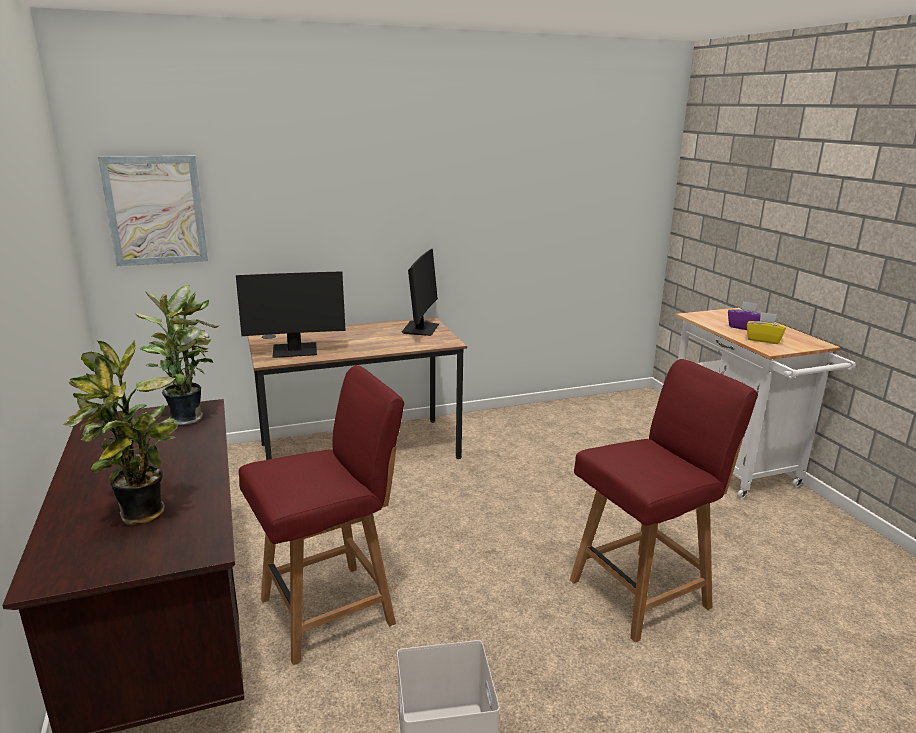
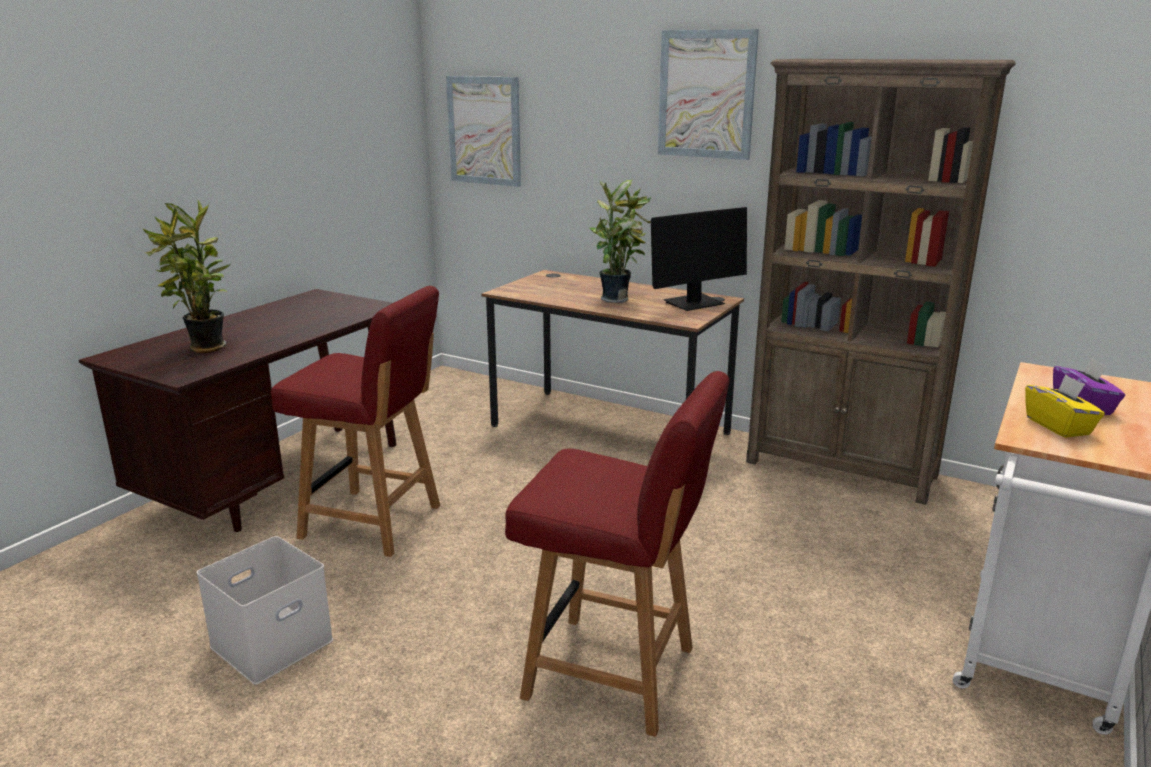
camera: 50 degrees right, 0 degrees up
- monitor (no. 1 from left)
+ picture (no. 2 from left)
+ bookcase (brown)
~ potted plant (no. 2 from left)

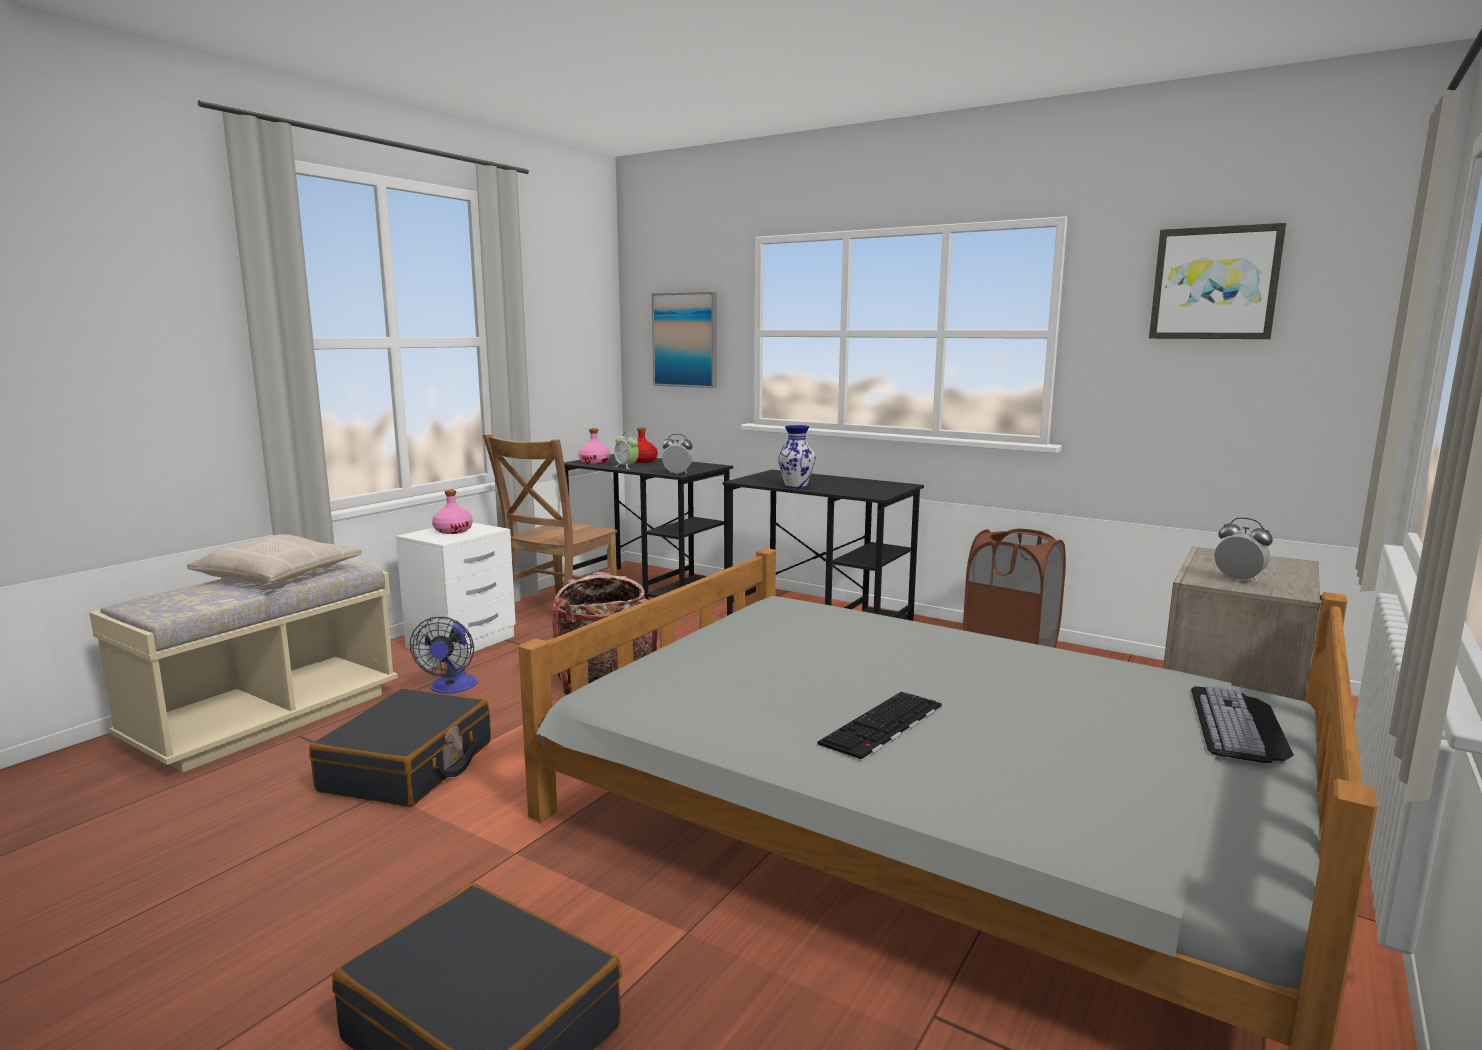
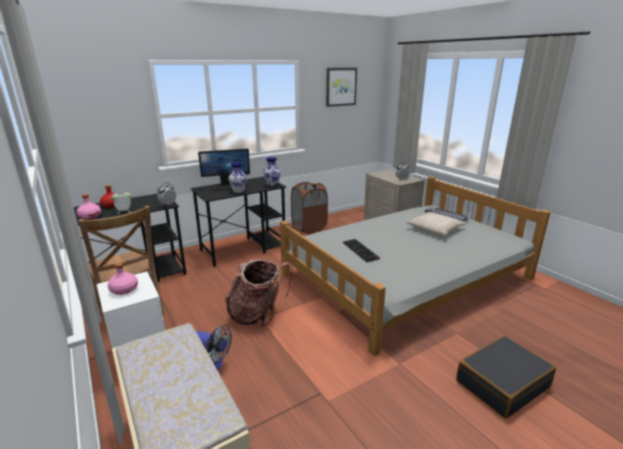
camera: 65 degrees left, 10 degrees up
- suitcase (black) (no. 1 from left)
- picture (no. 1 from left)
+ monitor
+ vase (no. 2 from left)
~ pillow (beige)
~ keyboard (no. 1 from left)

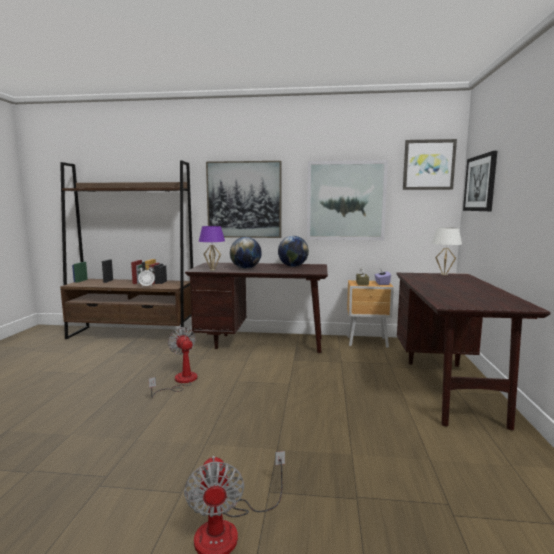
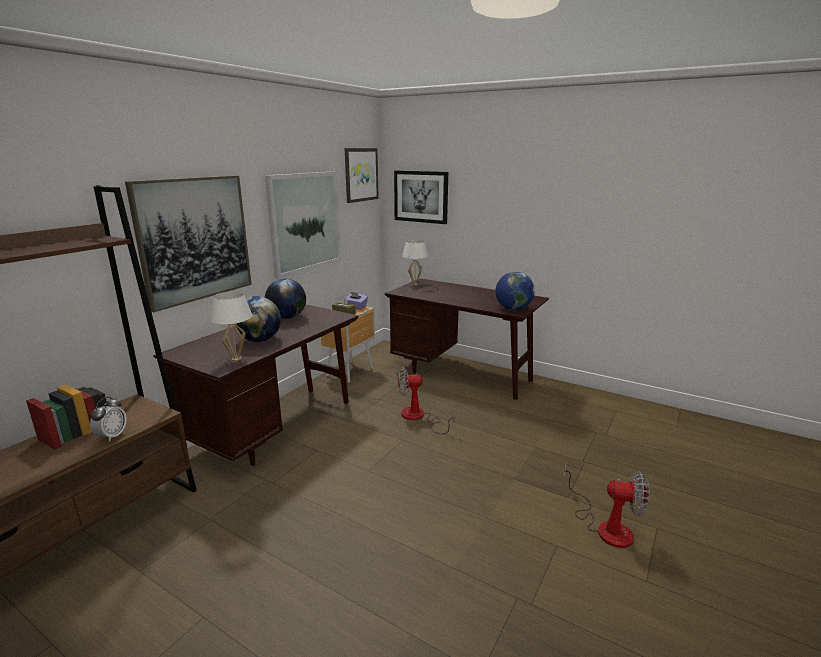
camera: 65 degrees left, 10 degrees up
+ globe (no. 3 from left)
~ fan (no. 1 from left)
~ table lamp (purple) to table lamp (white) (no. 1 from left)

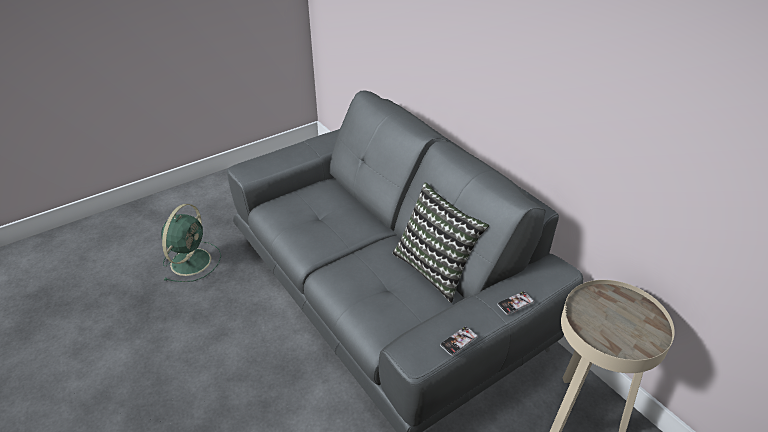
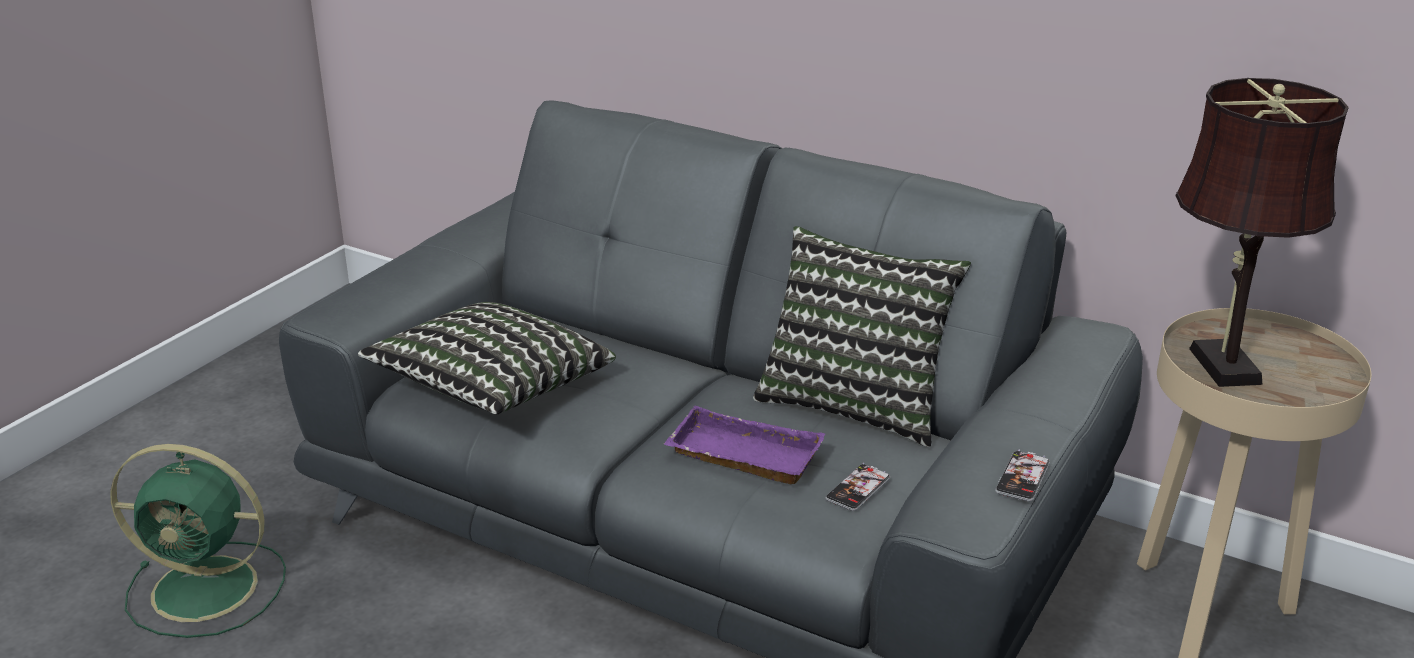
camera: 25 degrees left, 10 degrees down
+ pillow (no. 1 from left)
+ tray (purple)
+ table lamp (brown)
~ phone (no. 2 from left in the first image) to phone (no. 1 from left)
~ fan (green) 105 degrees clockwise

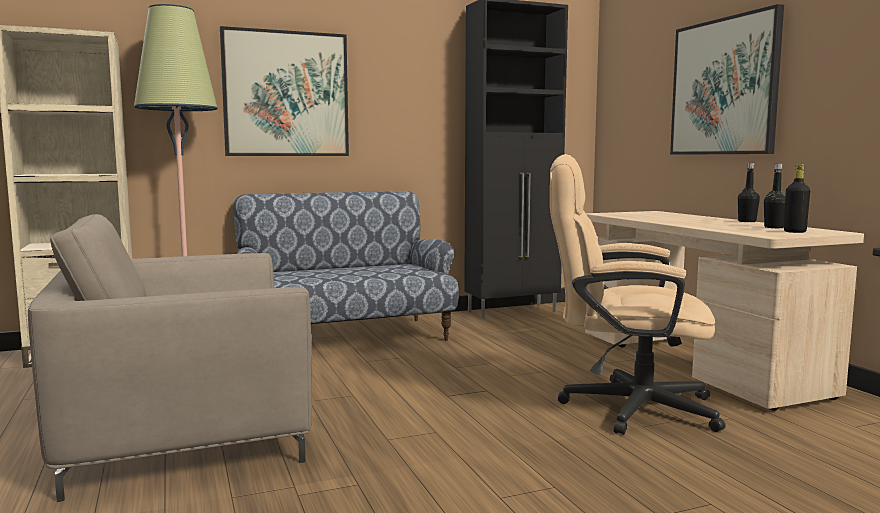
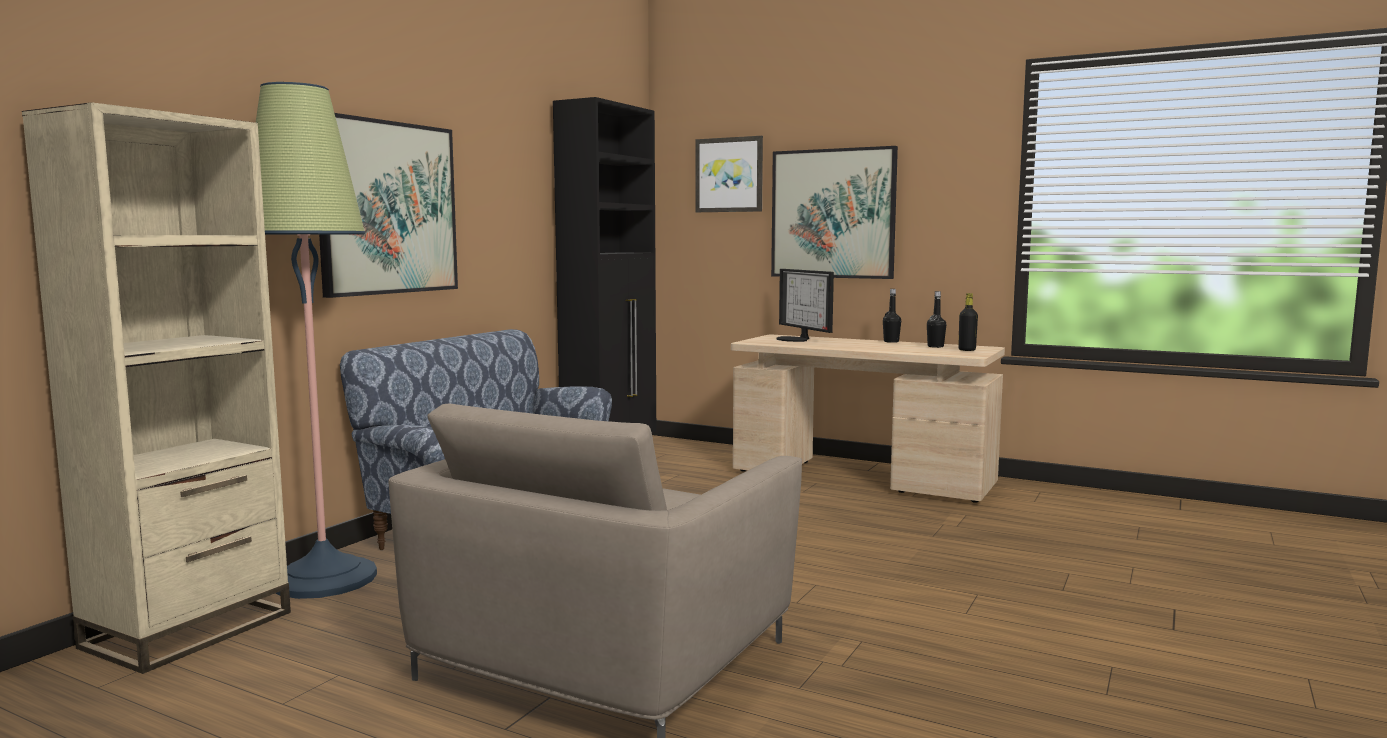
camera: 40 degrees left, 0 degrees up
- office chair (beige)
+ picture (no. 2 from left)
+ monitor

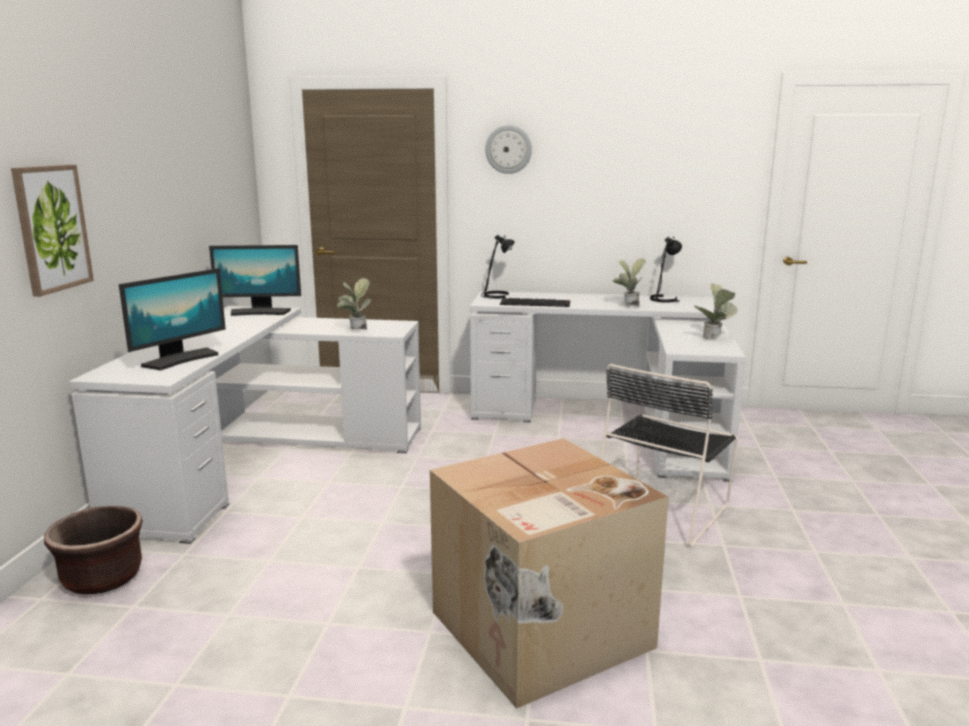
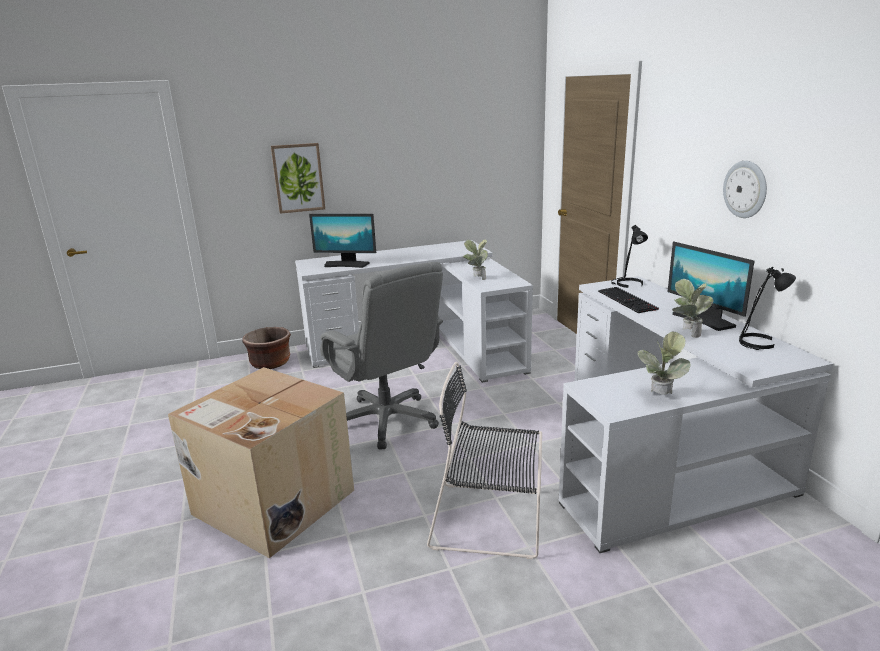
camera: 65 degrees right, 5 degrees up
+ office chair (grey)
~ monitor (no. 2 from left)
~ wall clock

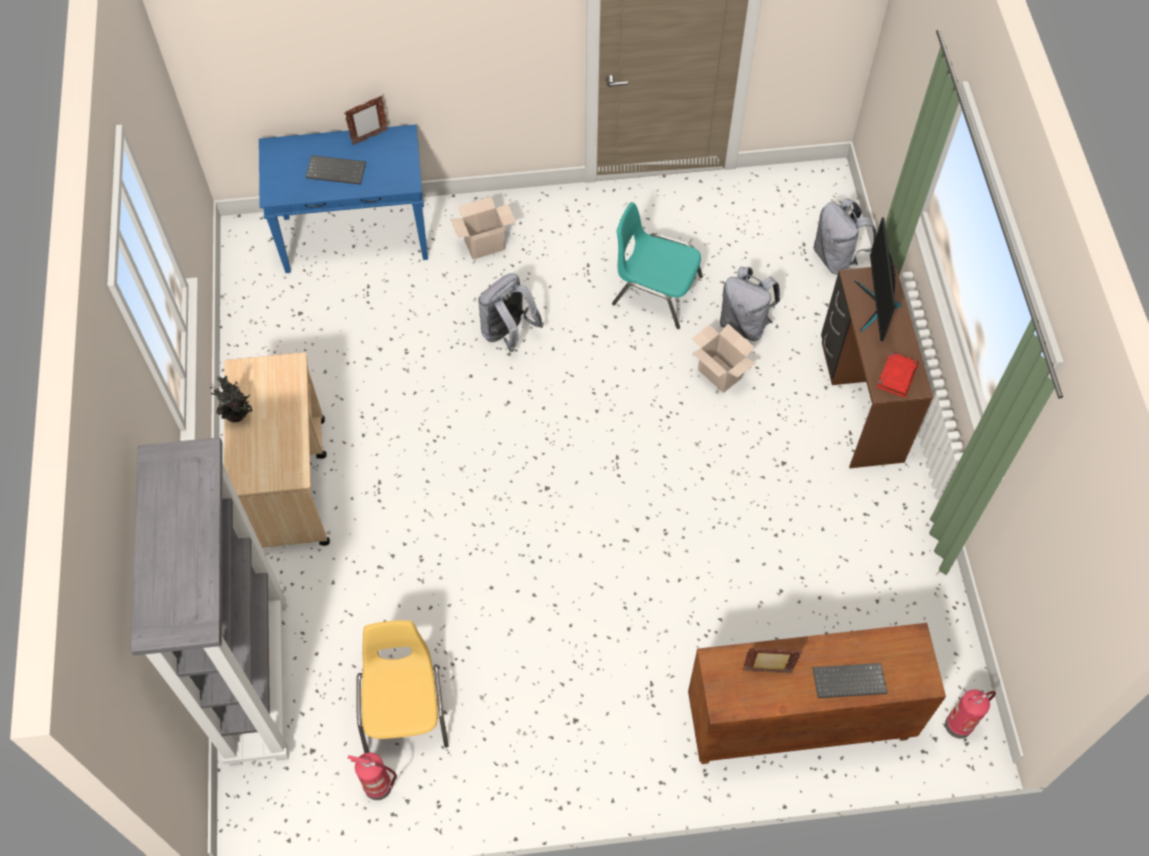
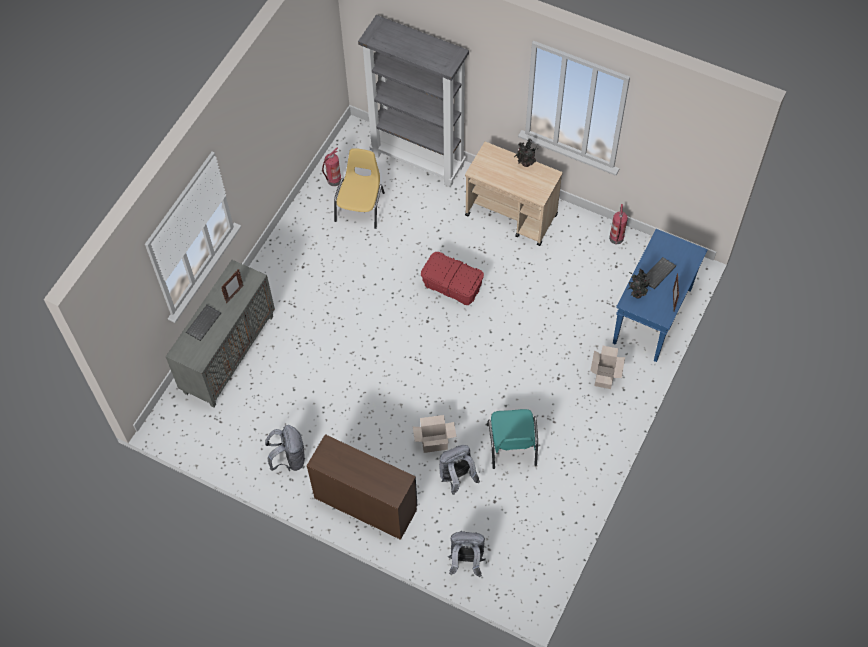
camera: 125 degrees right, 0 degrees up
- monitor
- book (red)
+ storage box (red)
+ potted plant (no. 2 from left)
~ backpack (grey) (no. 1 from left)
~ fire extinguisher (no. 2 from left)
~ cabinet (brown) to cabinet (grey)
~ chair (yellow) 105 degrees counterclockwise
~ chair (turquoise) 120 degrees clockwise

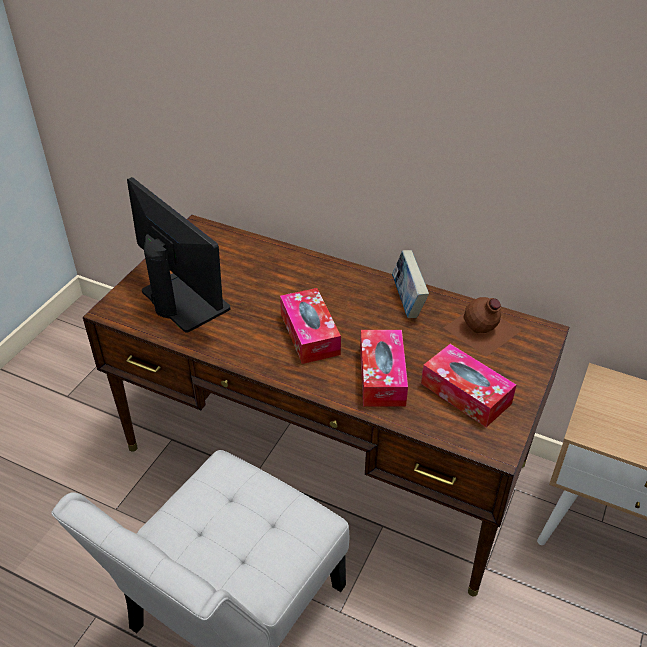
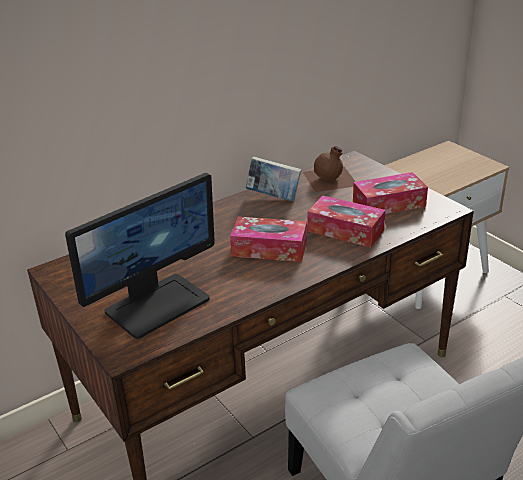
camera: 60 degrees left, 10 degrees down
~ monitor 150 degrees clockwise

